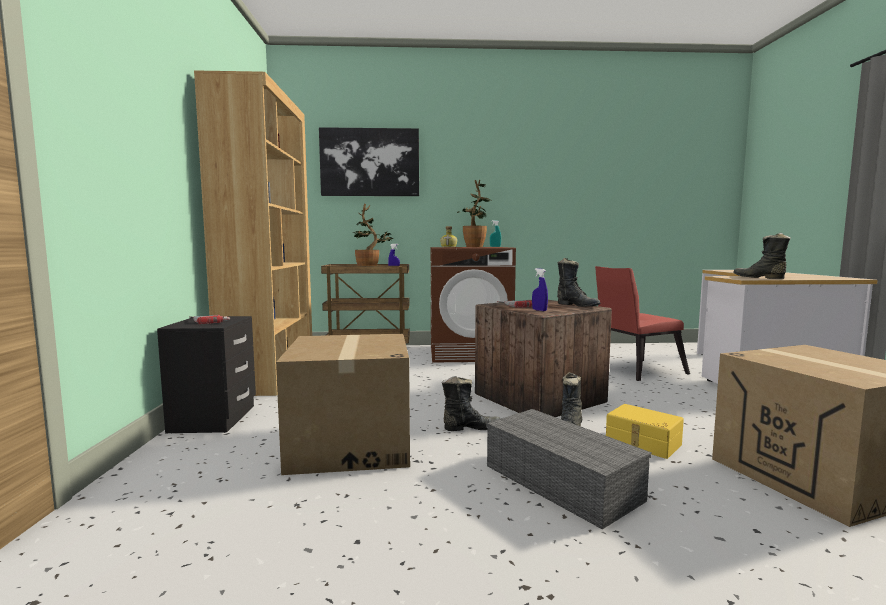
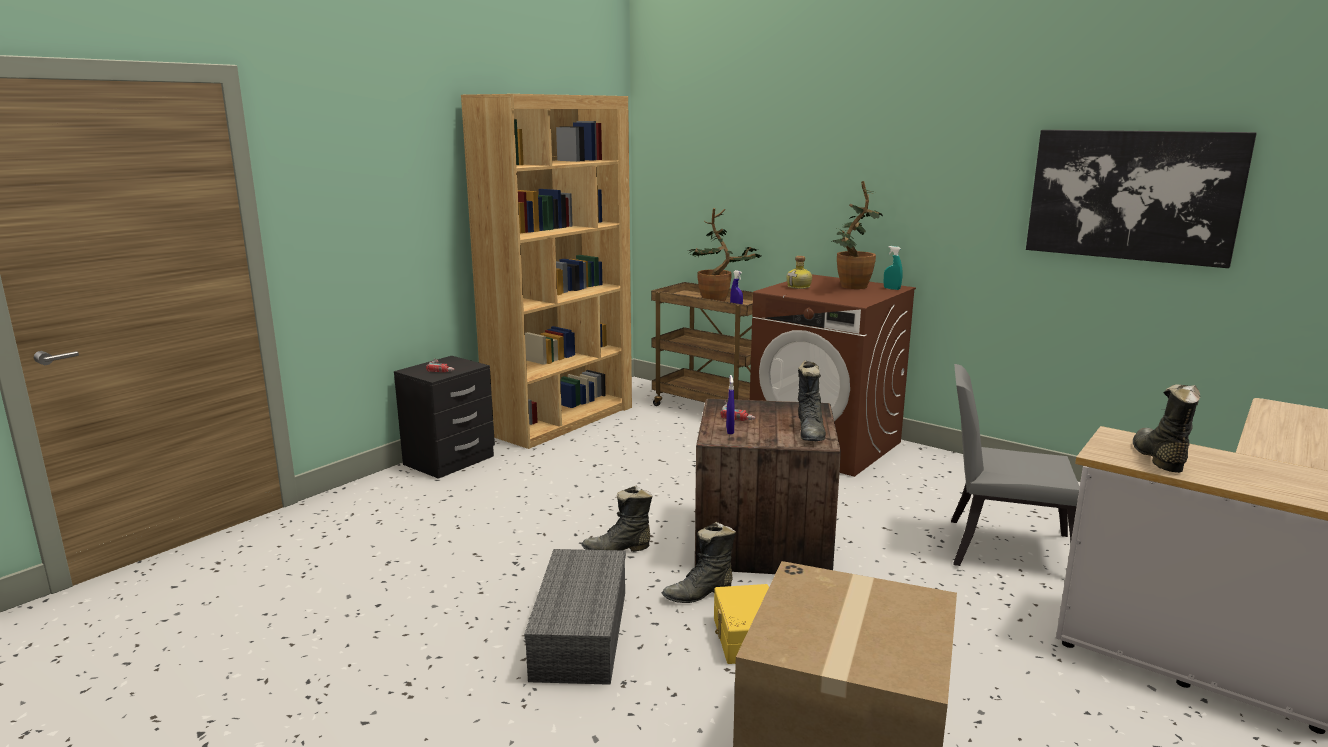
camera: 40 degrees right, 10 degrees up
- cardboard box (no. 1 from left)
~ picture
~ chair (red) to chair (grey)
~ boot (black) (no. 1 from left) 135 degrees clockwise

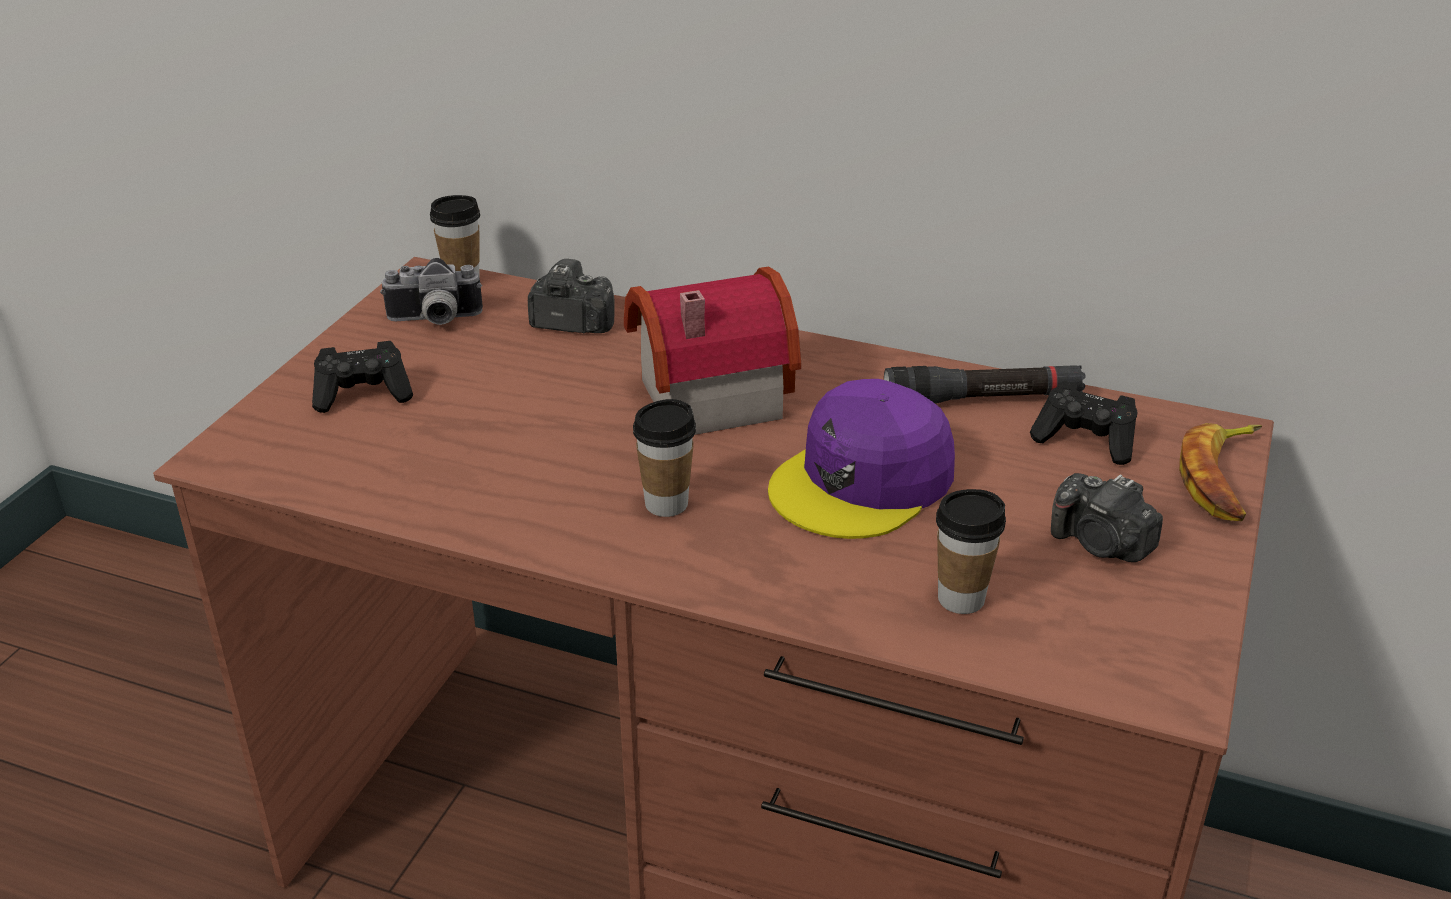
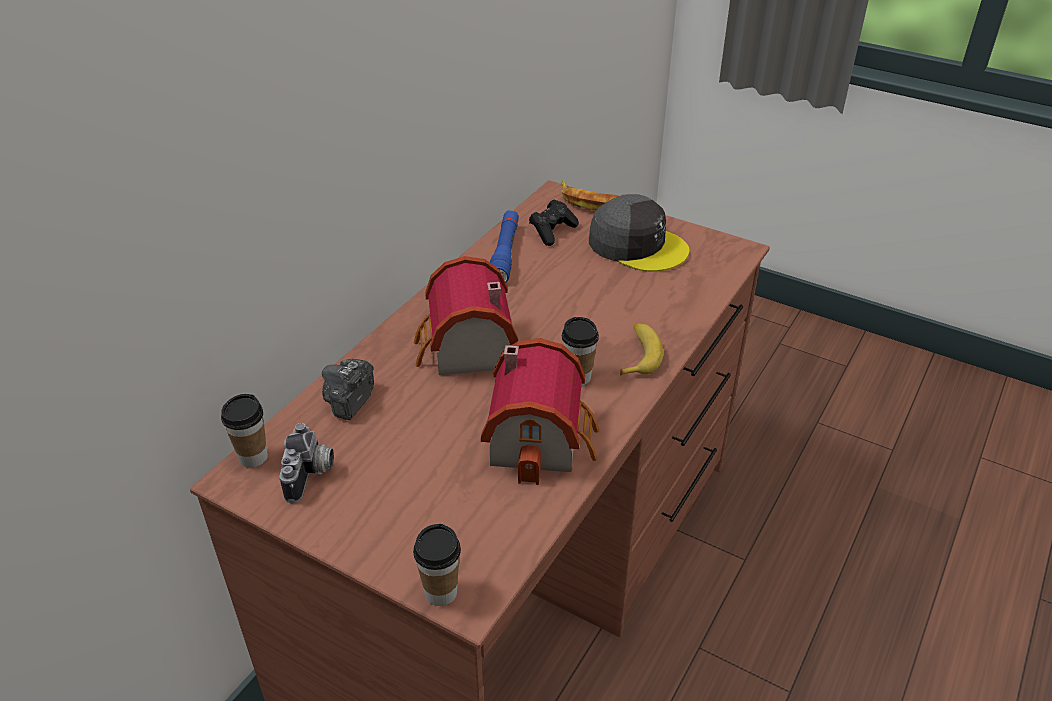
camera: 80 degrees left, 5 degrees up
- game controller (black) (no. 1 from left)
- cap (purple)
+ toy house (no. 2 from left)
+ banana (no. 2 from left)
~ cup (no. 3 from left in the first image) to cup (no. 2 from left)
~ photo camera (no. 3 from left) to cap (grey)
~ flashlight (black) to flashlight (blue)

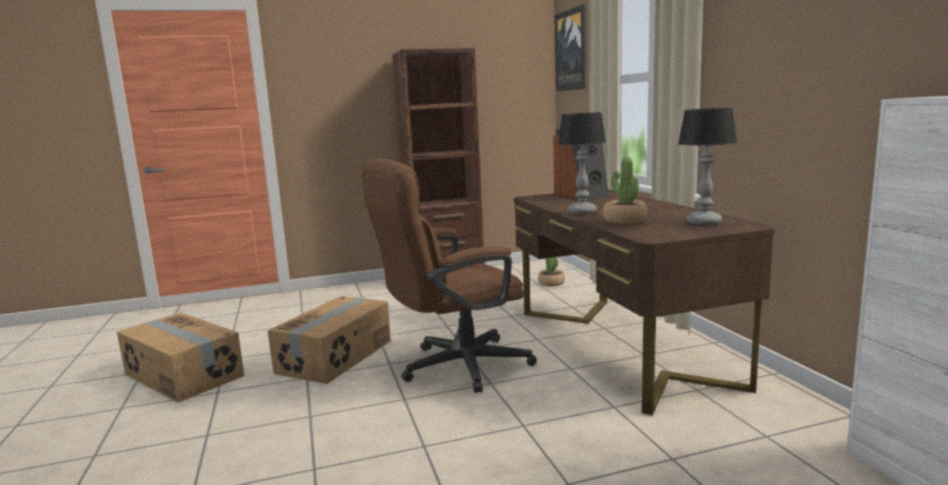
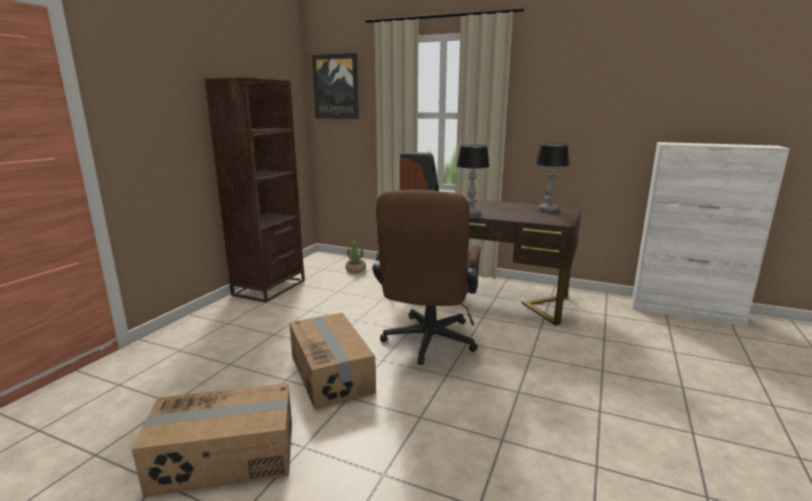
camera: 50 degrees left, 5 degrees up
- potted plant (no. 2 from left)

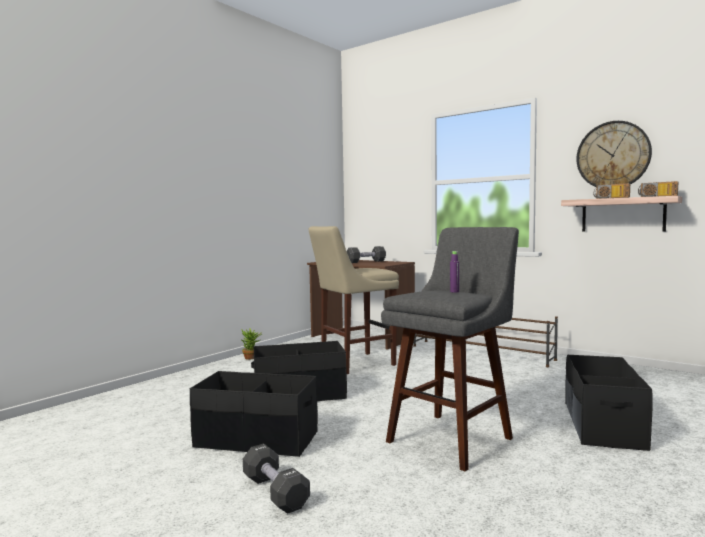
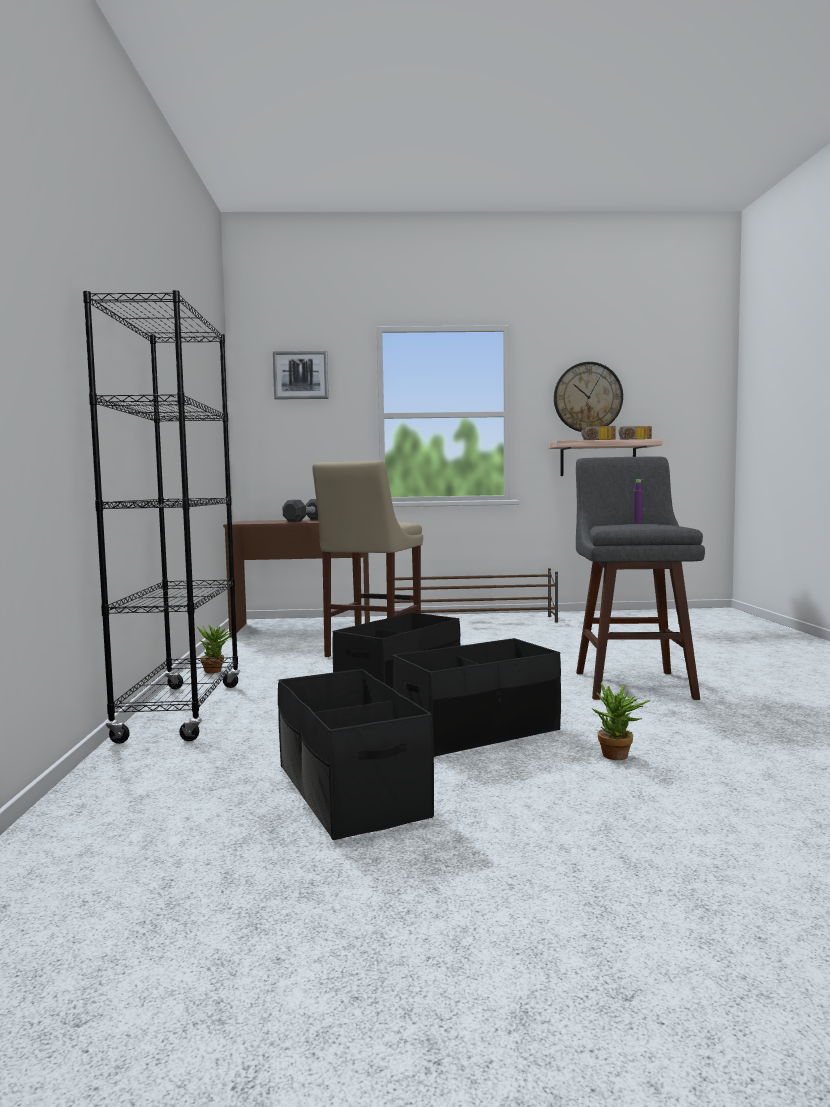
camera: 40 degrees left, 0 degrees up
+ bookcase (black)
+ picture
~ storage box (black) (no. 3 from left in the first image) to storage box (black) (no. 1 from left)
~ dumbbell (black) (no. 1 from left) to potted plant (no. 2 from left)

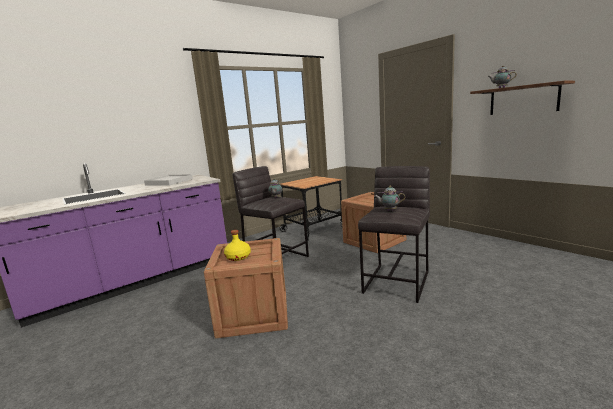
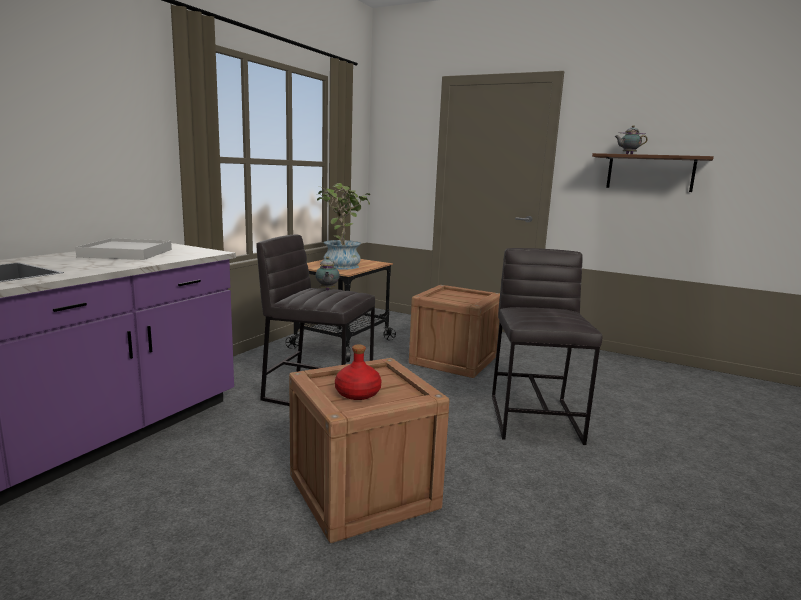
camera: 25 degrees left, 0 degrees up
- teapot (no. 2 from left)
+ potted plant
~ bottle (yellow) to bottle (red)

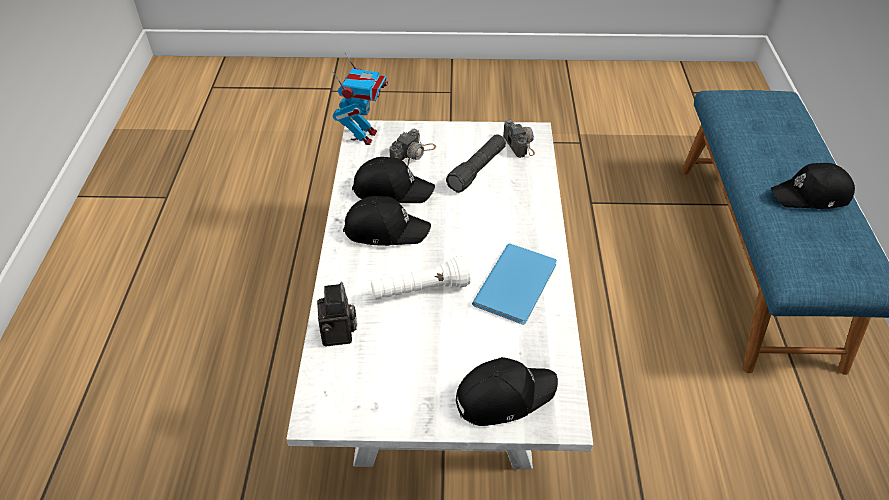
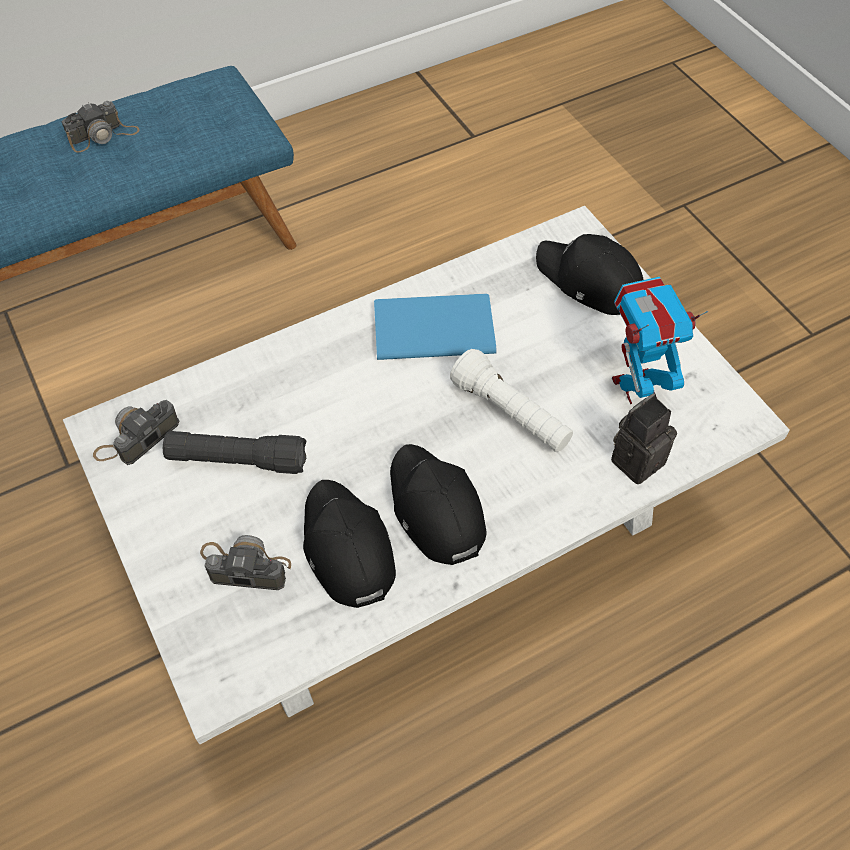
camera: 120 degrees left, 10 degrees up
~ toy robot
~ cap (black) (no. 4 from left) to photo camera (no. 1 from left)

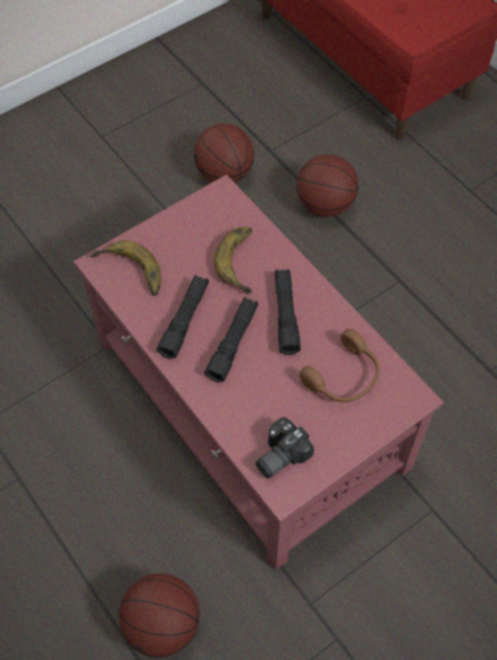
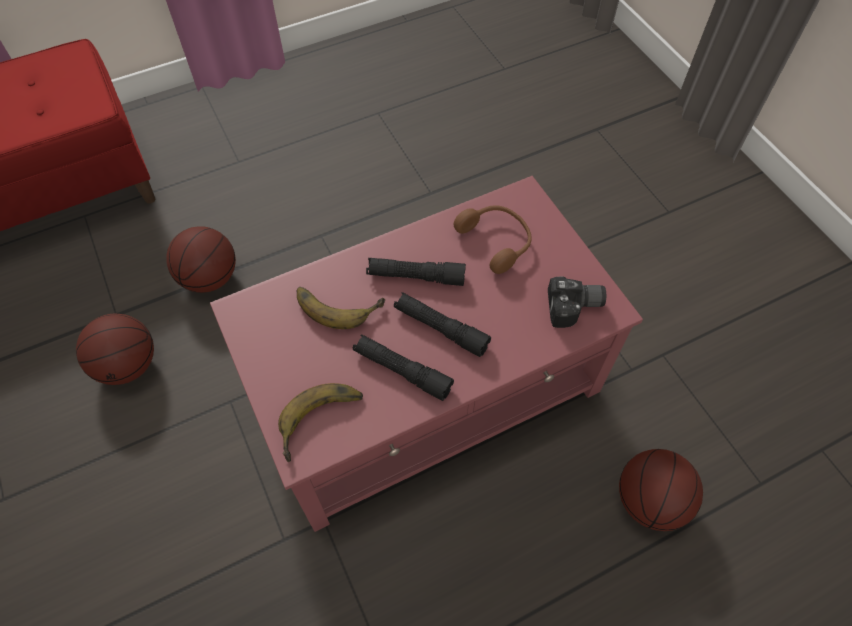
camera: 80 degrees left, 0 degrees up
~ photo camera 60 degrees counterclockwise

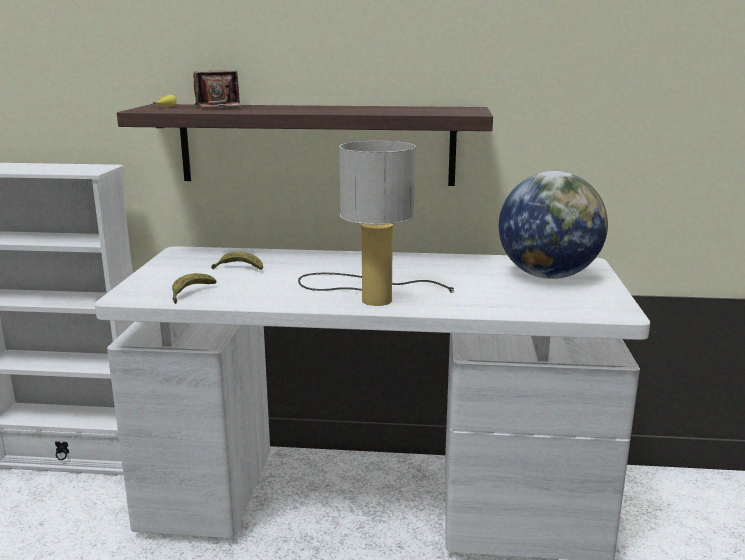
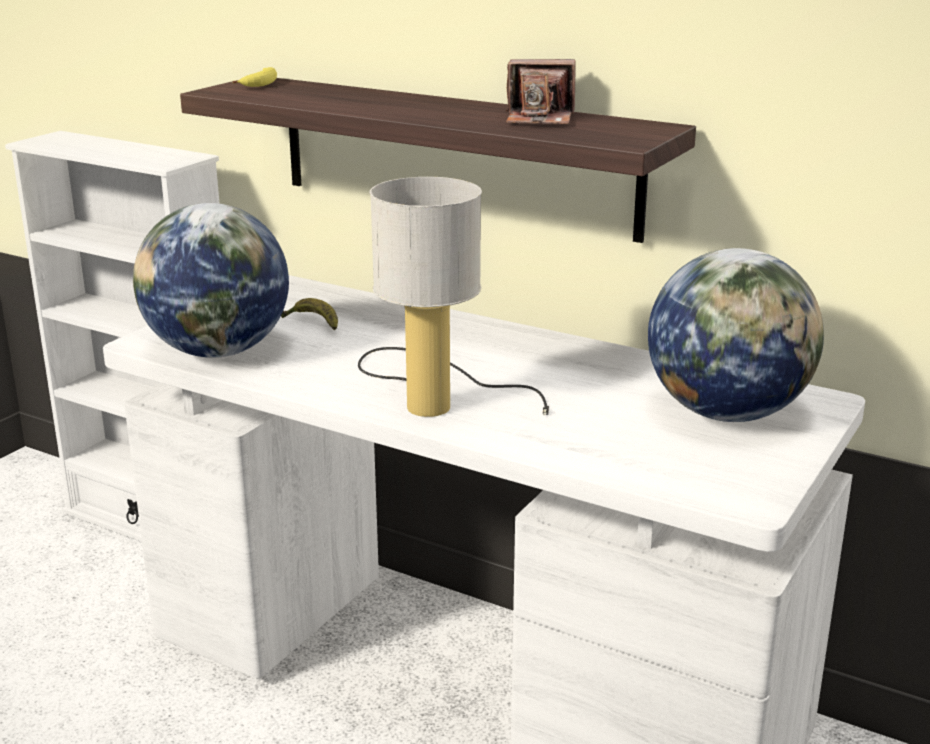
camera: 25 degrees right, 5 degrees up
~ photo camera
~ banana (no. 2 from left) to globe (no. 1 from left)

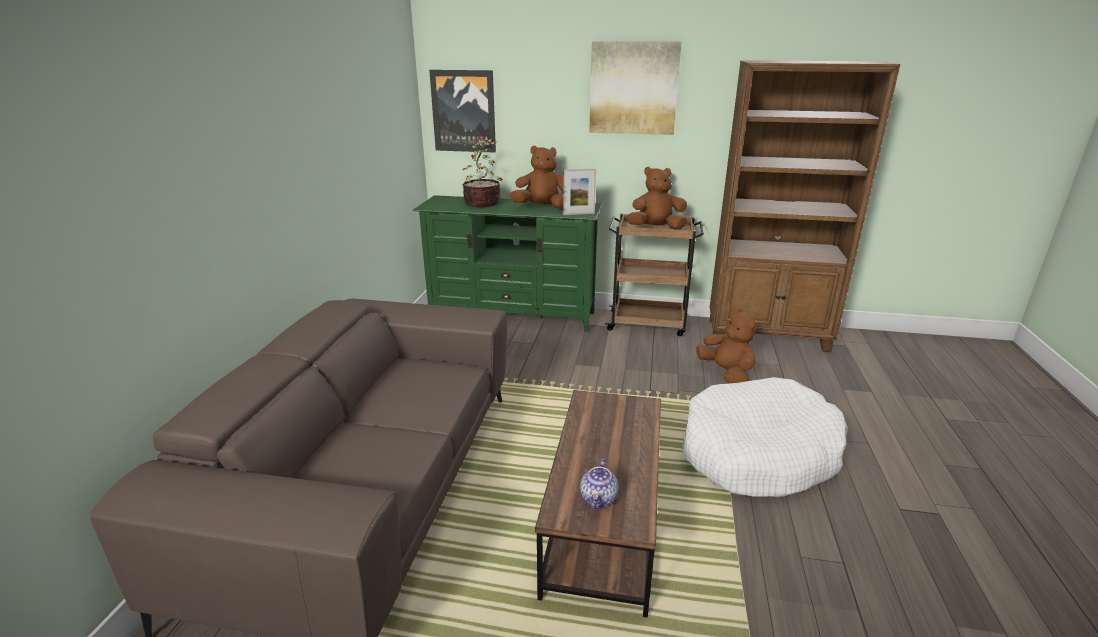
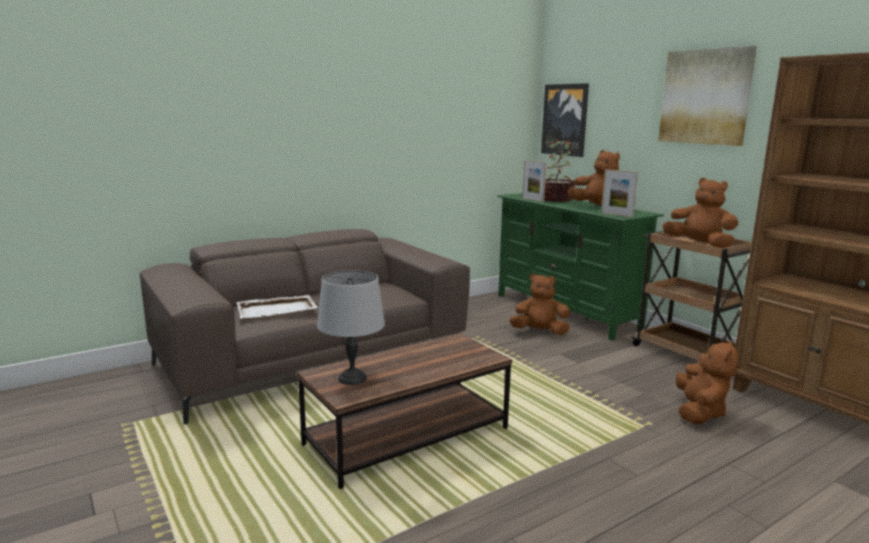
camera: 45 degrees right, 10 degrees down
- dog bed (white)
+ tray (white)
+ plush toy (brown) (no. 1 from left)
+ picture frame (no. 1 from left)
~ teapot to table lamp (grey)

